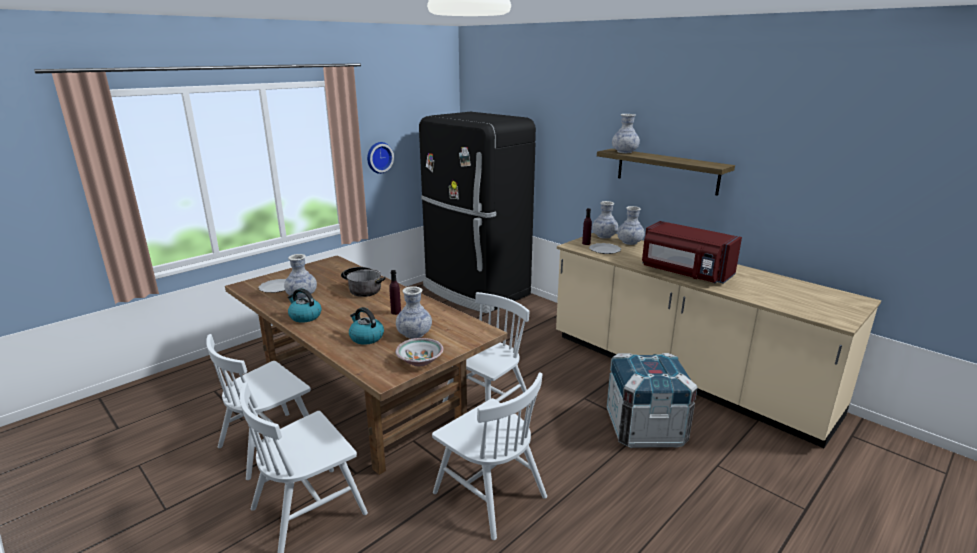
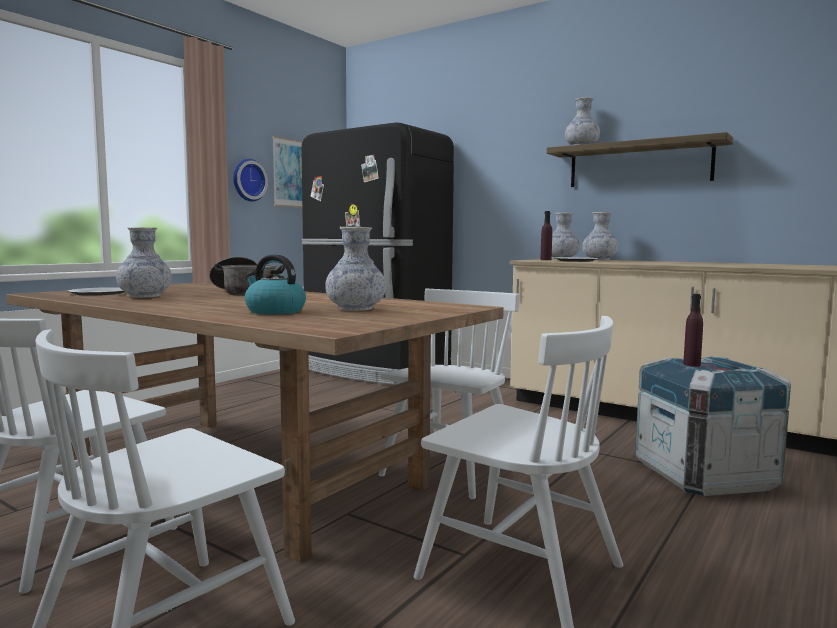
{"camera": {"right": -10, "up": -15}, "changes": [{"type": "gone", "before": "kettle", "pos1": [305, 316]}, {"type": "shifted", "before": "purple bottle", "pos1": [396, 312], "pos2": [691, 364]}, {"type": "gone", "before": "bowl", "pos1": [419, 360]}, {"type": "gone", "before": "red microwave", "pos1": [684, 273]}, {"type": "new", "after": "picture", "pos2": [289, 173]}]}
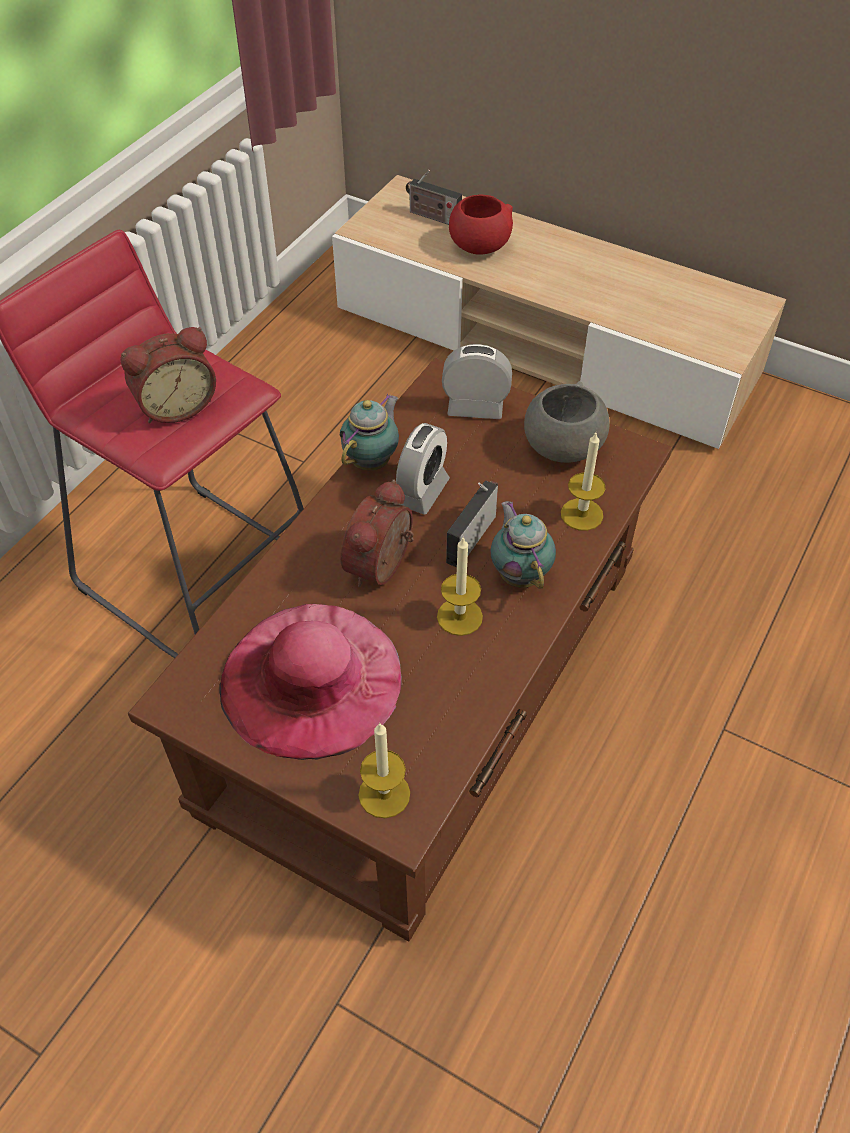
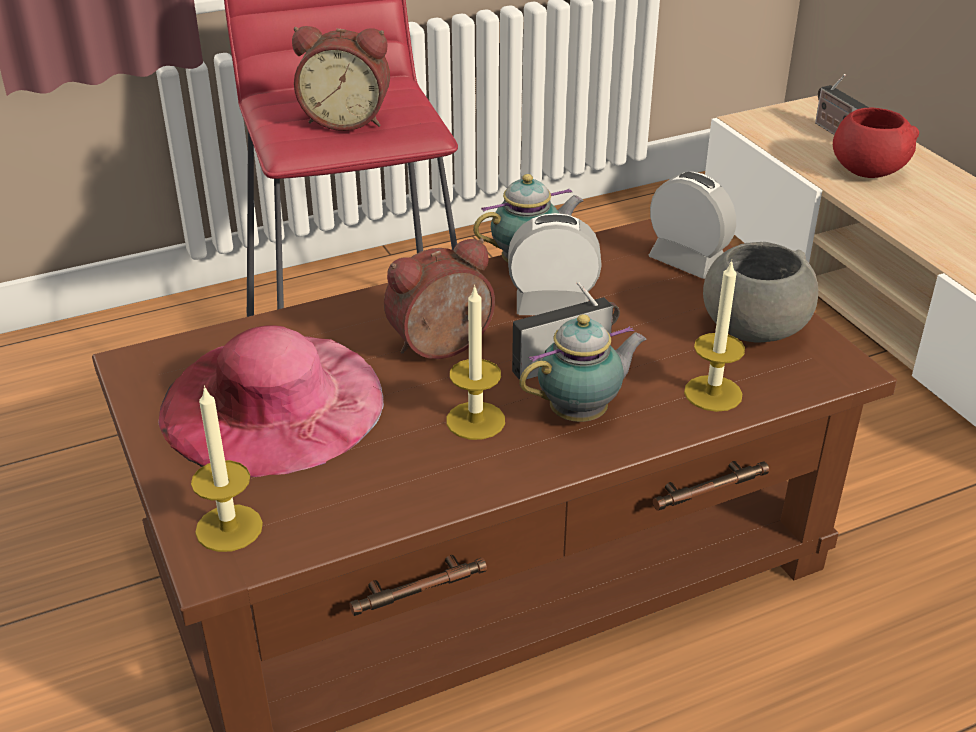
{"camera": {"right": 35, "up": -15}, "changes": [{"type": "rotated", "before": "alarm clock", "pos1": [422, 491], "pos2": [552, 306], "turn": -150}, {"type": "rotated", "before": "teapot", "pos1": [519, 573], "pos2": [582, 413], "turn": 45}]}
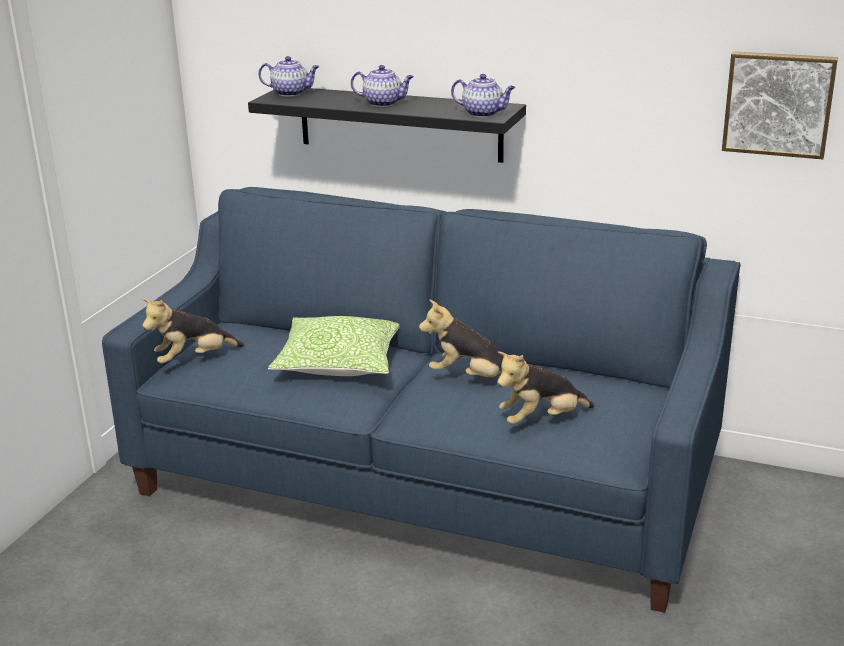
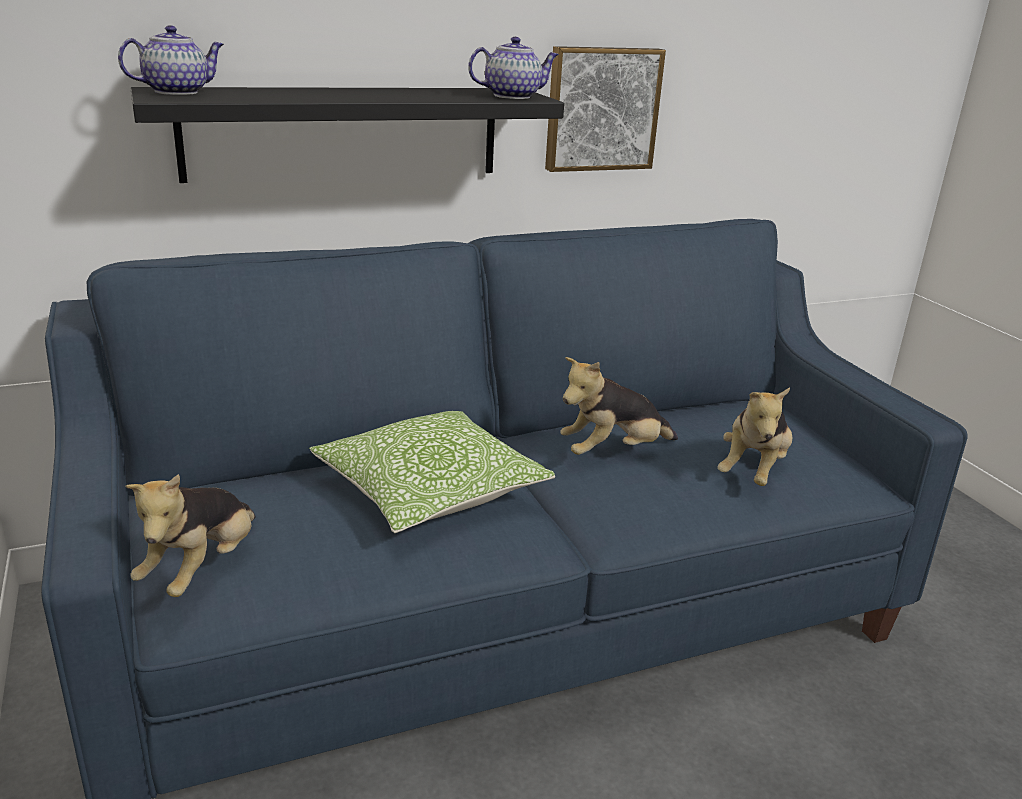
{"camera": {"right": -45, "up": 0}, "changes": [{"type": "gone", "before": "teapot", "pos1": [383, 103]}, {"type": "shifted", "before": "picture", "pos1": [778, 103], "pos2": [601, 109]}]}
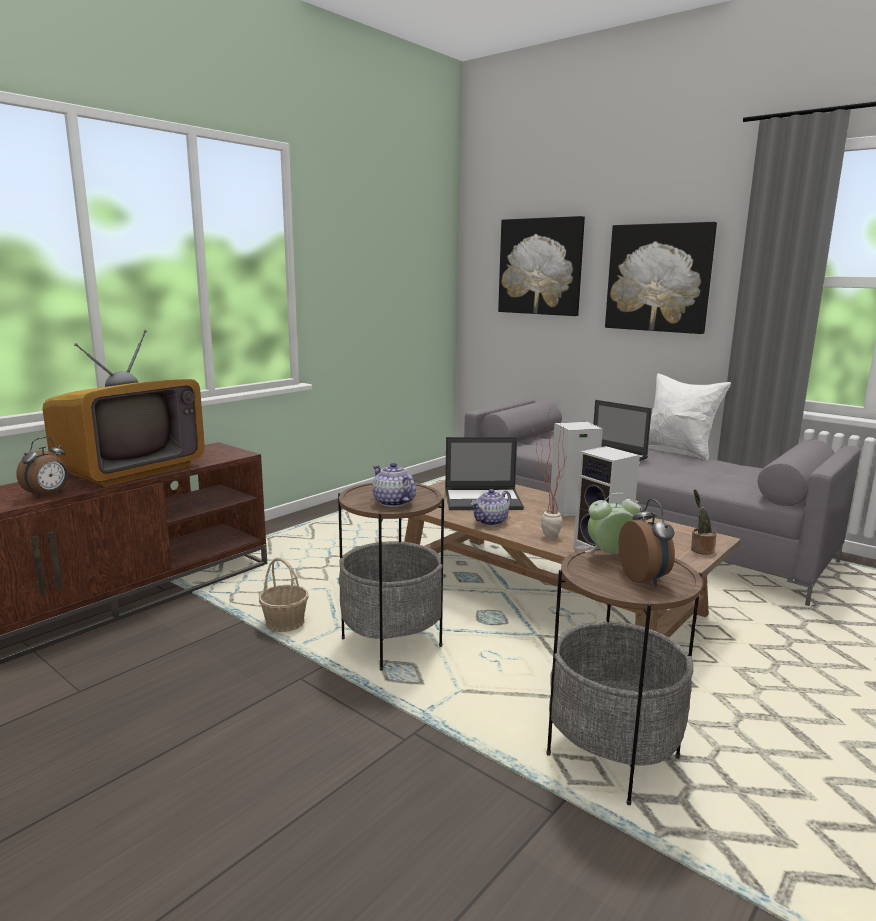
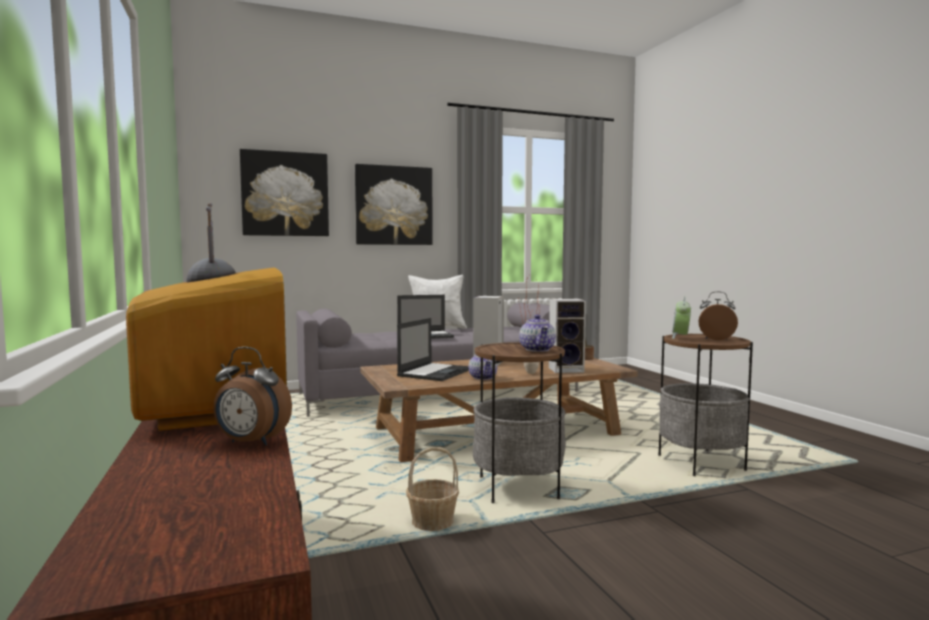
{"camera": {"right": -60, "up": -10}, "changes": [{"type": "rotated", "before": "alarm clock", "pos1": [48, 495], "pos2": [250, 443], "turn": 135}, {"type": "rotated", "before": "teapot", "pos1": [392, 502], "pos2": [538, 349], "turn": -90}]}
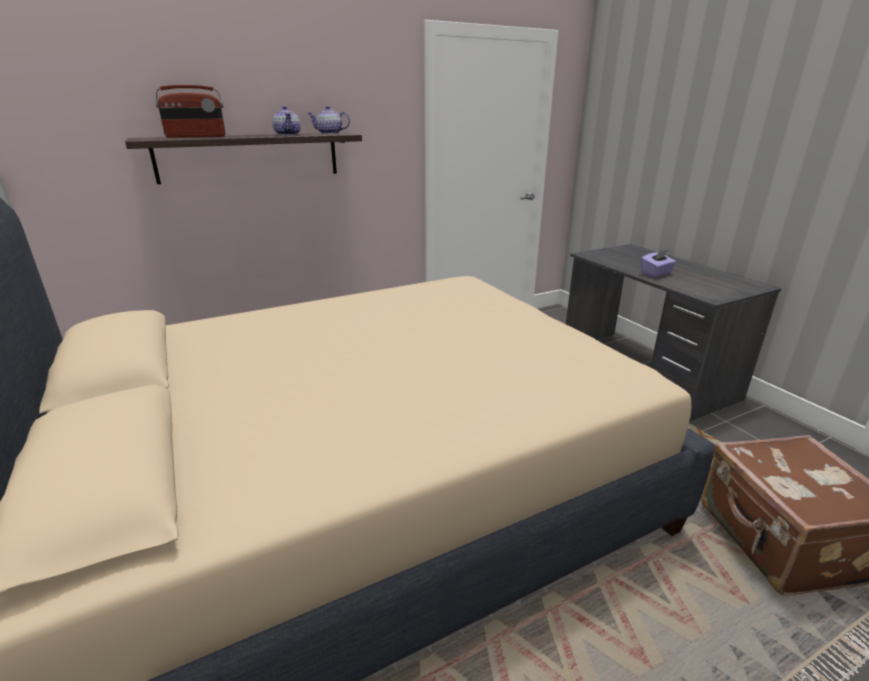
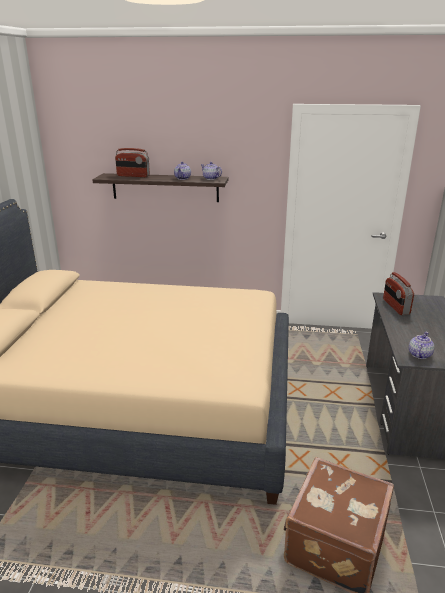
{"camera": {"right": 35, "up": 0}, "changes": [{"type": "gone", "before": "purple tissue box", "pos1": [656, 273]}, {"type": "new", "after": "radio", "pos2": [395, 307]}, {"type": "new", "after": "teapot", "pos2": [419, 355]}]}
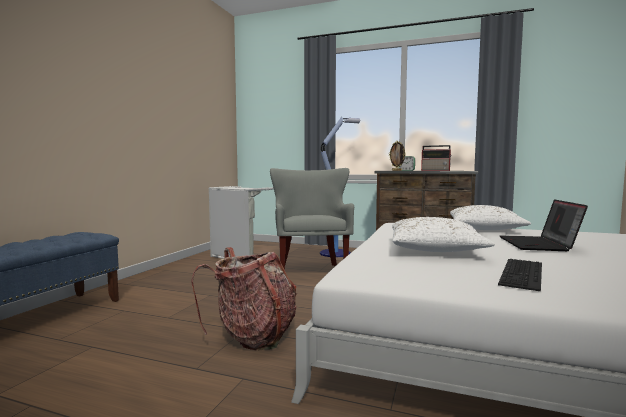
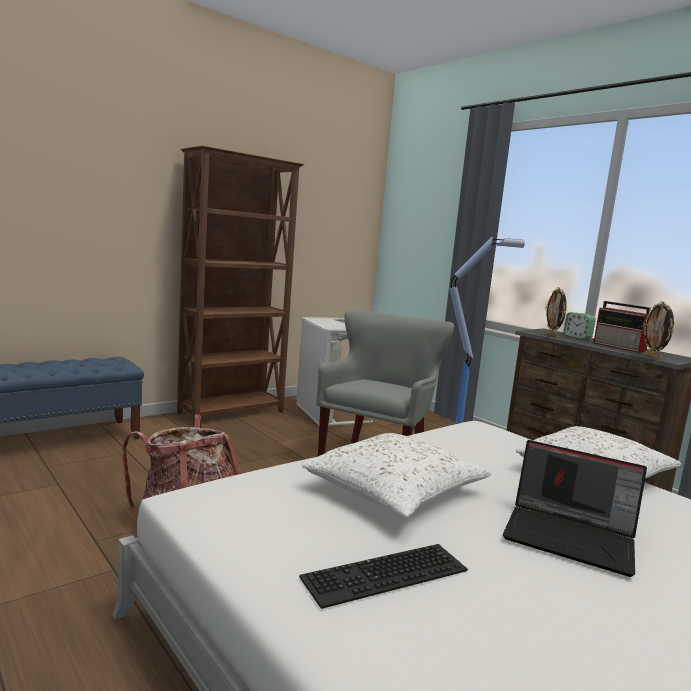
{"camera": {"right": 30, "up": 5}, "changes": [{"type": "rotated", "before": "laptop", "pos1": [539, 245], "pos2": [571, 537], "turn": -105}, {"type": "new", "after": "brown bookcase", "pos2": [232, 413]}, {"type": "new", "after": "picture frame", "pos2": [653, 357]}]}
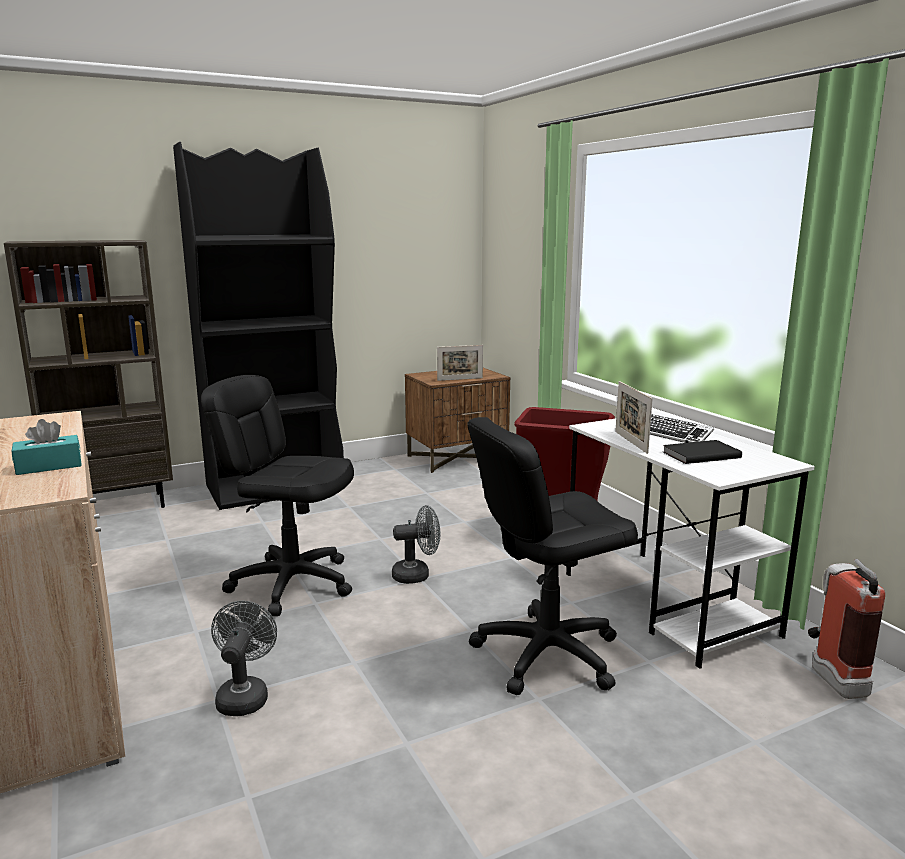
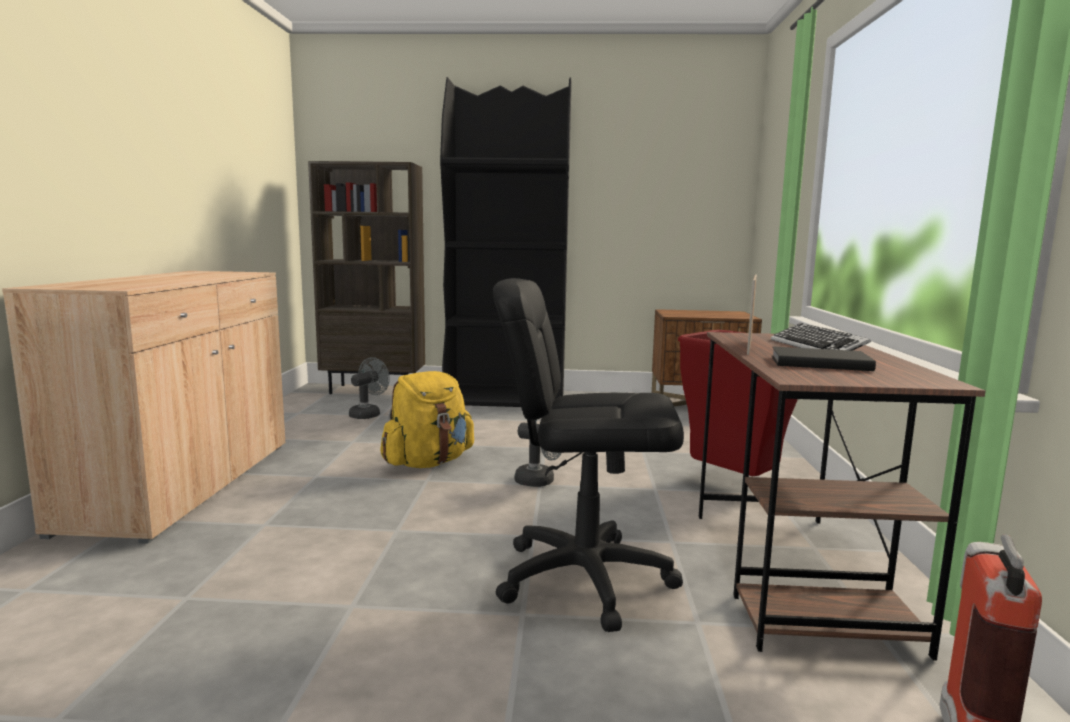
{"camera": {"right": 30, "up": -5}, "changes": [{"type": "gone", "before": "turquoise tissue box", "pos1": [49, 466]}, {"type": "swapped", "before": "black office chair", "after": "yellow backpack", "pos1": [292, 583], "pos2": [428, 462]}, {"type": "shifted", "before": "grey fan", "pos1": [244, 695], "pos2": [368, 414]}, {"type": "gone", "before": "picture frame", "pos1": [460, 379]}, {"type": "repainted", "before": "white desk", "after": "brown desk", "pos1": [668, 604], "pos2": [795, 575]}]}
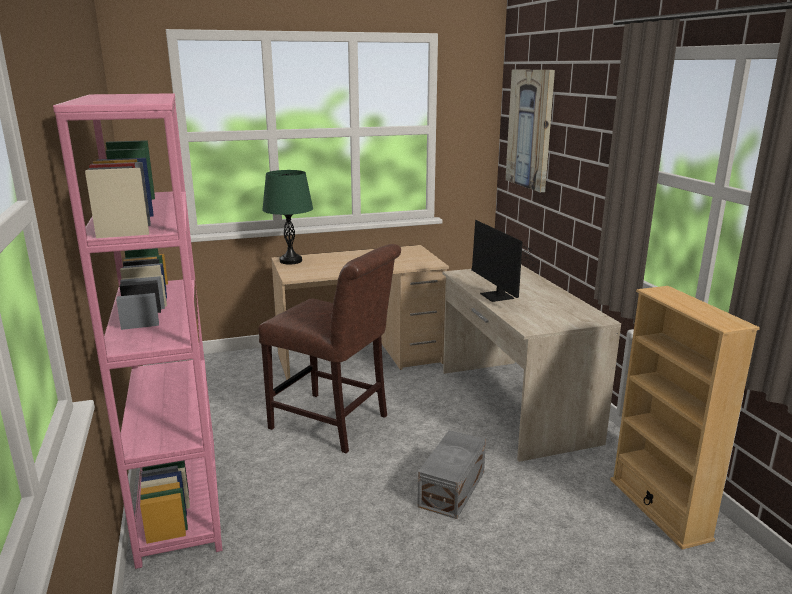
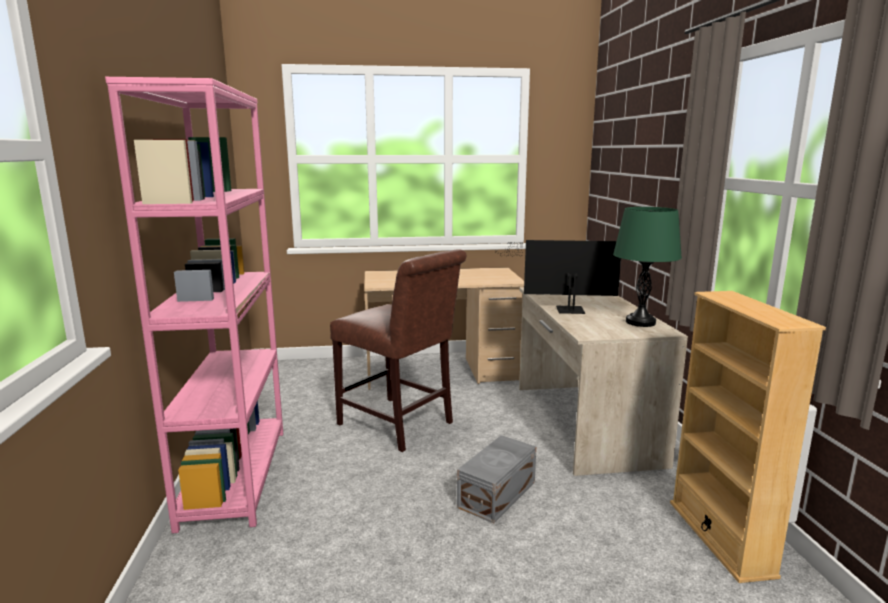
{"camera": {"right": 10, "up": -5}, "changes": [{"type": "shifted", "before": "green table lamp", "pos1": [290, 261], "pos2": [640, 322]}, {"type": "rotated", "before": "monitor", "pos1": [498, 298], "pos2": [565, 309], "turn": 105}, {"type": "gone", "before": "picture", "pos1": [530, 129]}]}
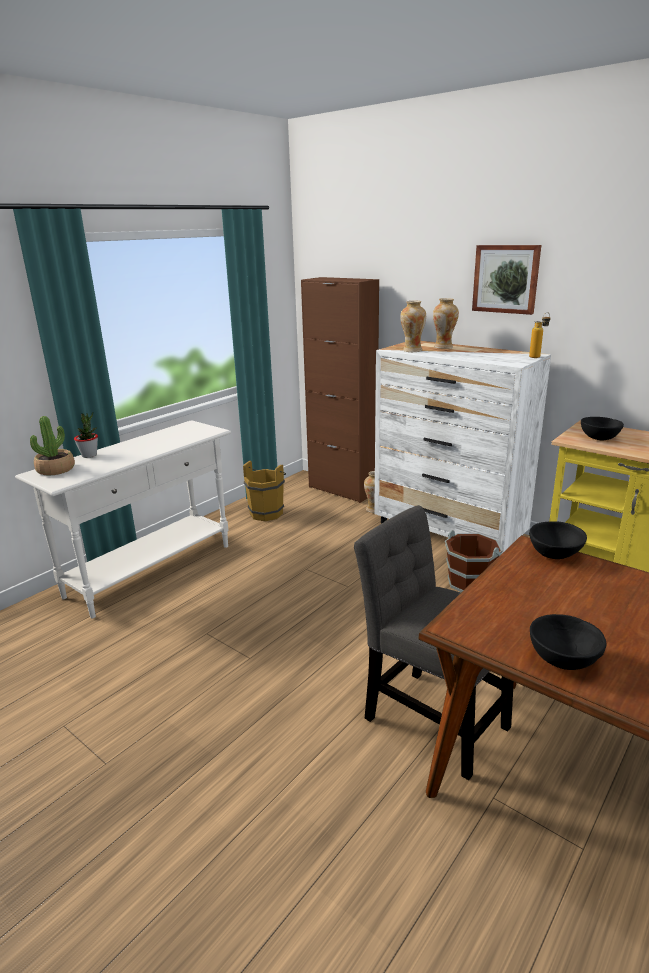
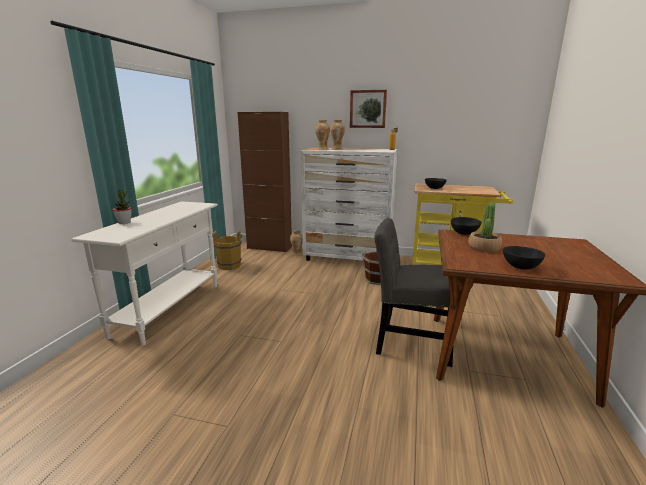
{"camera": {"right": -25, "up": -5}, "changes": [{"type": "shifted", "before": "potted plant", "pos1": [56, 469], "pos2": [483, 247]}]}
